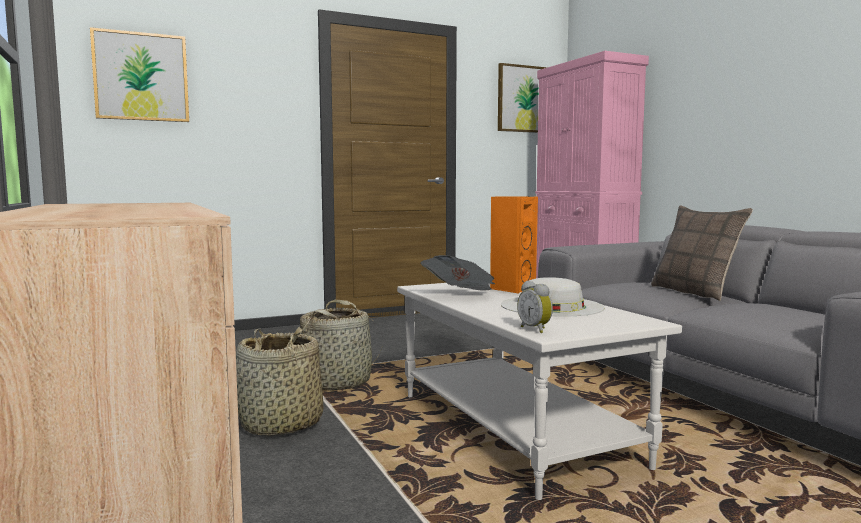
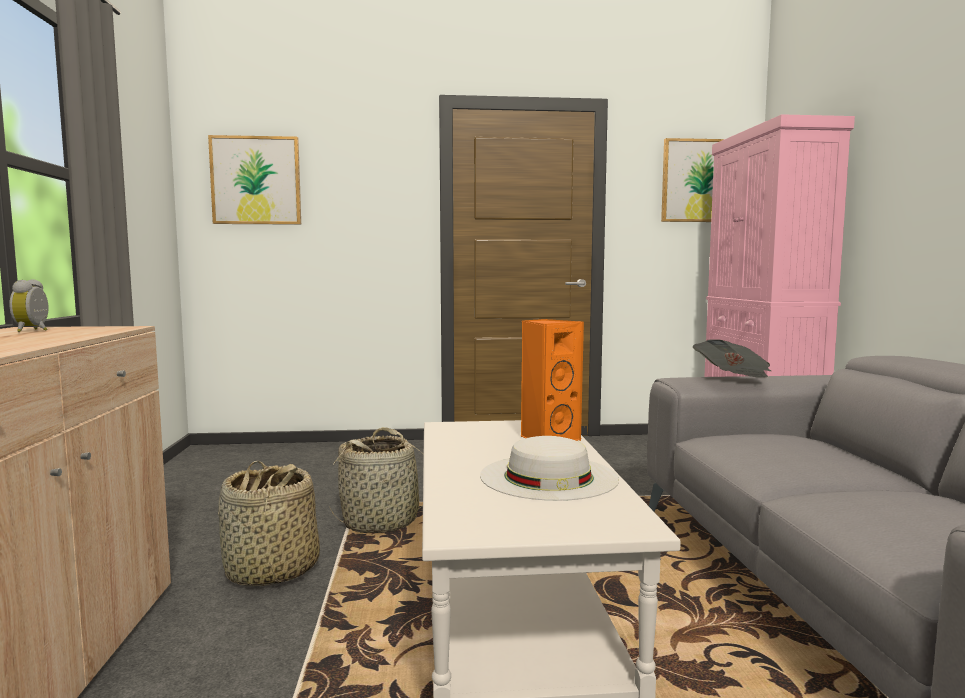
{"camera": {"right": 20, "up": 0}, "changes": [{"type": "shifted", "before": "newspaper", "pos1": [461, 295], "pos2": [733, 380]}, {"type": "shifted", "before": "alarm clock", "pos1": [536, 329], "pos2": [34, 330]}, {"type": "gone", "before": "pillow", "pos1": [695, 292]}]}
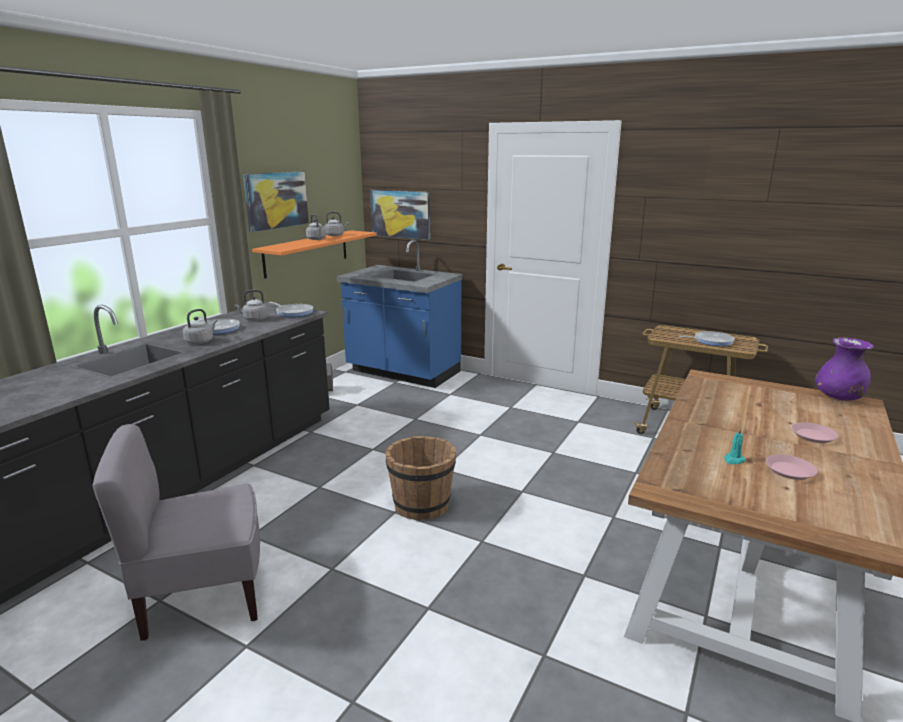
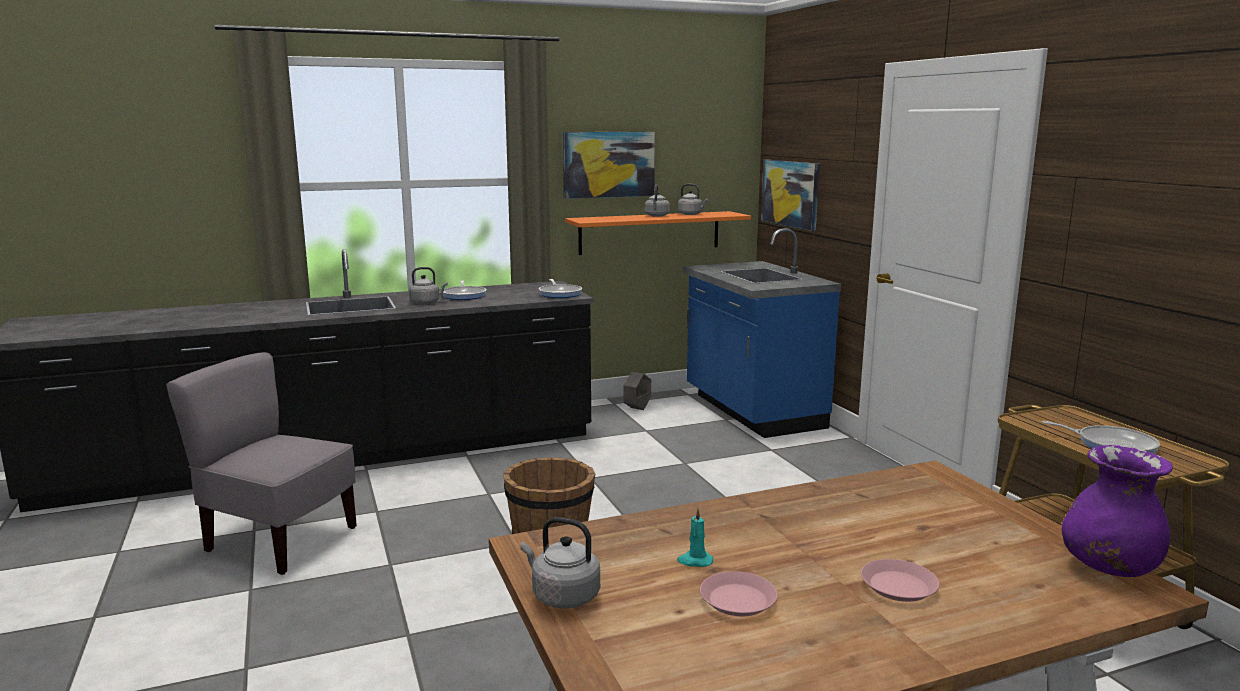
{"camera": {"right": 40, "up": -5}, "changes": [{"type": "shifted", "before": "grey kettle", "pos1": [254, 319], "pos2": [562, 596]}]}
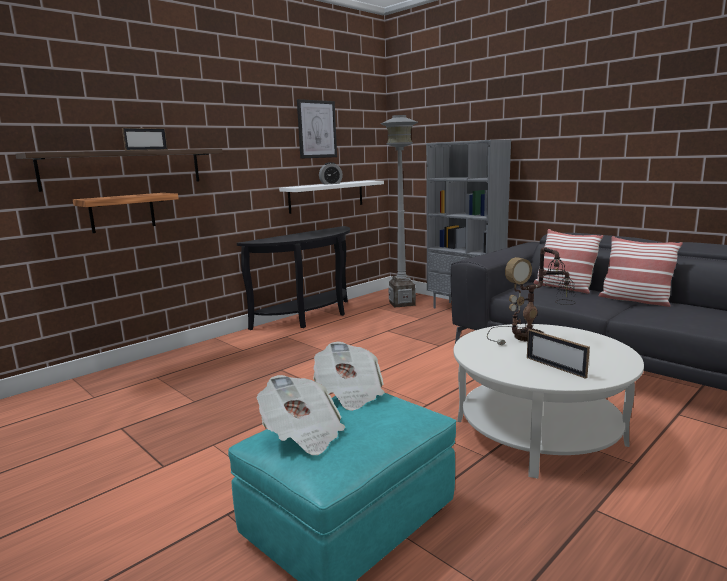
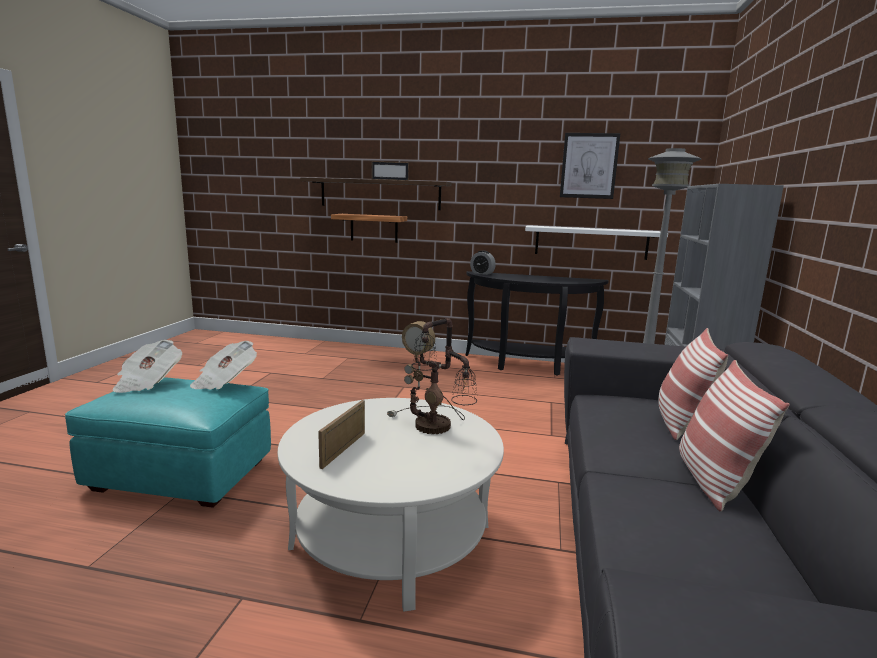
{"camera": {"right": 55, "up": 0}, "changes": [{"type": "shifted", "before": "alarm clock", "pos1": [331, 183], "pos2": [482, 273]}]}
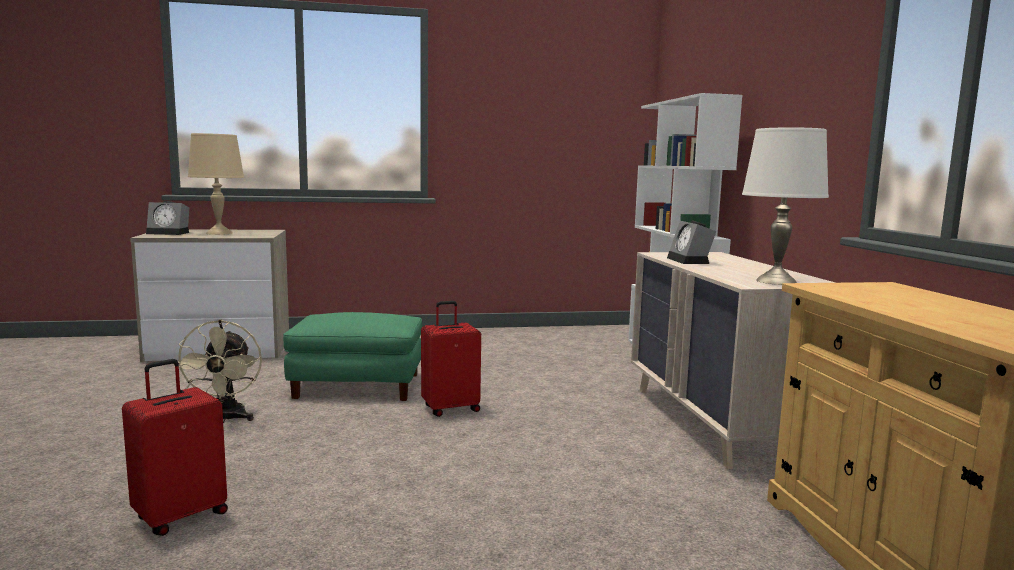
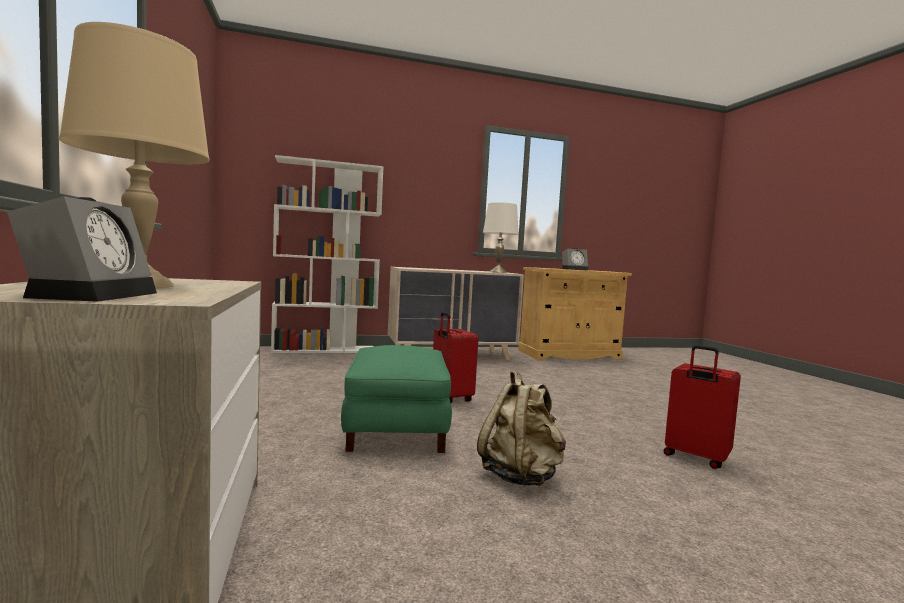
{"camera": {"right": -95, "up": -5}, "changes": [{"type": "swapped", "before": "beige fan", "after": "beige backpack", "pos1": [225, 419], "pos2": [521, 476]}, {"type": "shifted", "before": "alarm clock", "pos1": [690, 261], "pos2": [575, 269]}]}
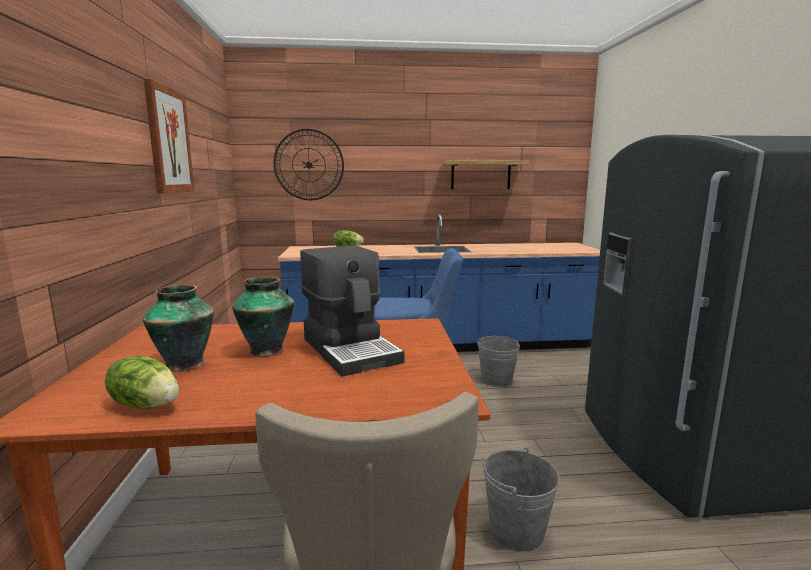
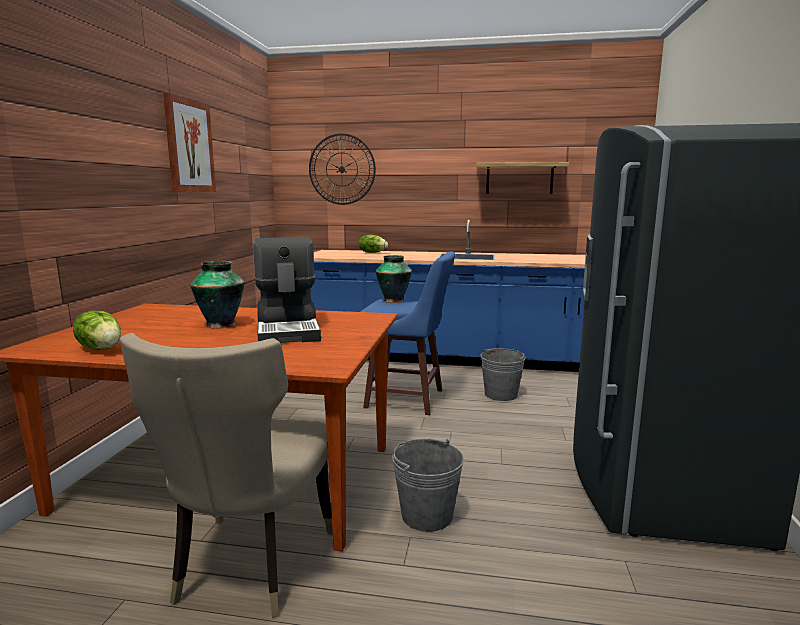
{"camera": {"right": 15, "up": 0}, "changes": [{"type": "shifted", "before": "vase", "pos1": [186, 364], "pos2": [394, 300]}]}
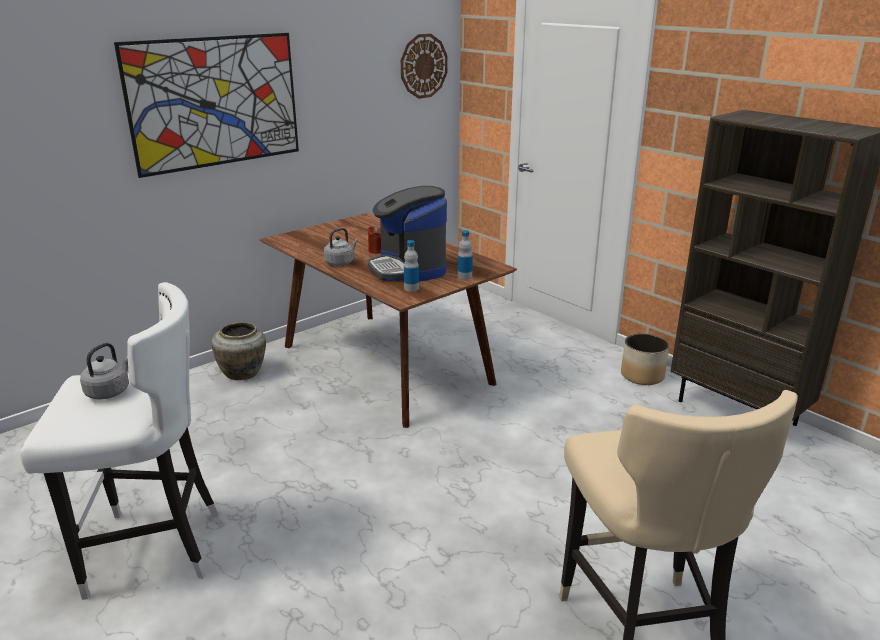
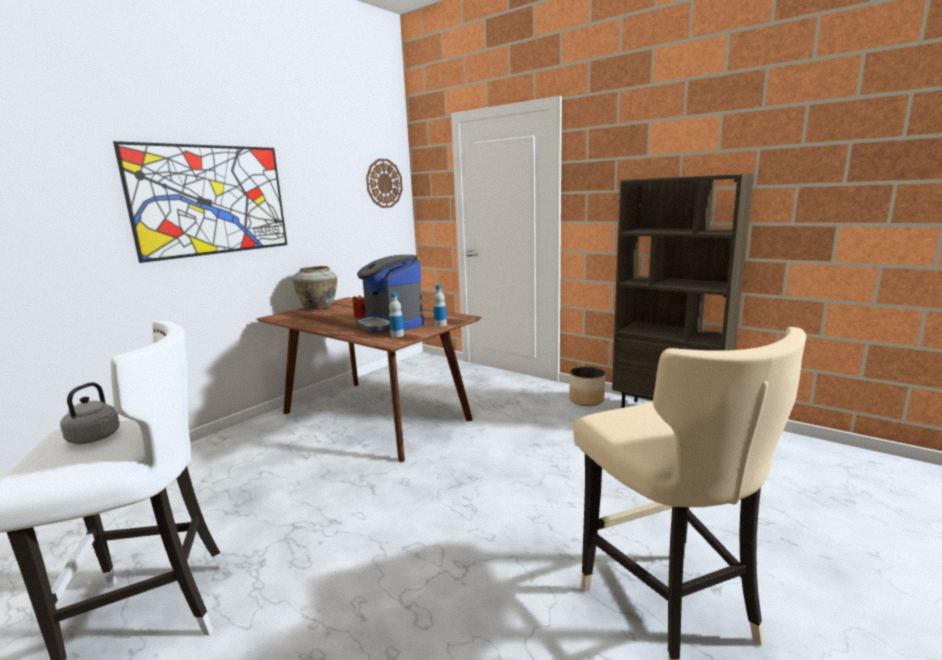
{"camera": {"right": -10, "up": -10}, "changes": [{"type": "shifted", "before": "beige vase", "pos1": [243, 373], "pos2": [319, 307]}, {"type": "gone", "before": "grey kettle", "pos1": [340, 262]}]}
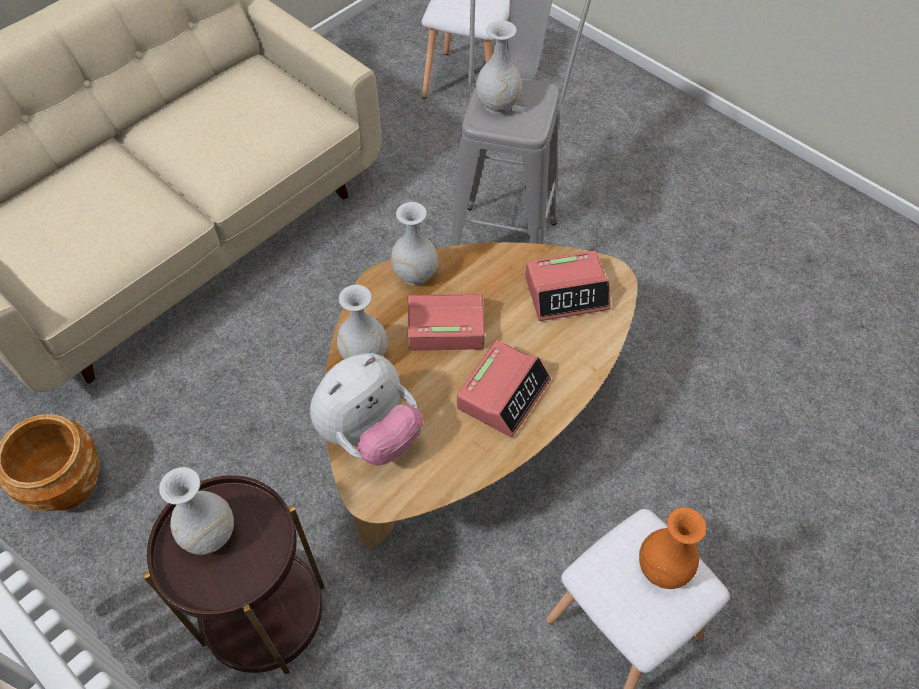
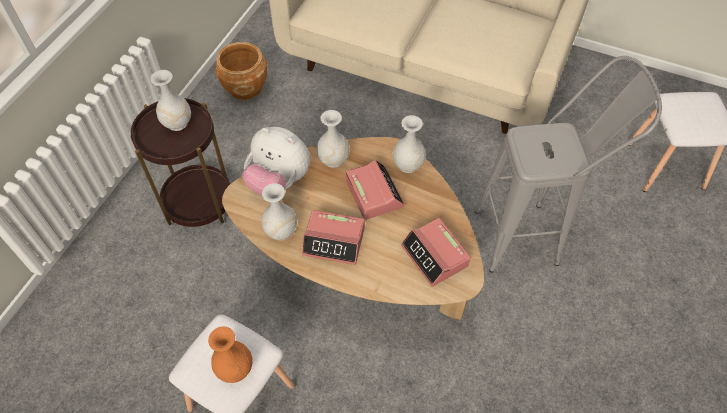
{"camera": {"right": 70, "up": 0}, "changes": [{"type": "shifted", "before": "white vase", "pos1": [498, 105], "pos2": [281, 231]}]}
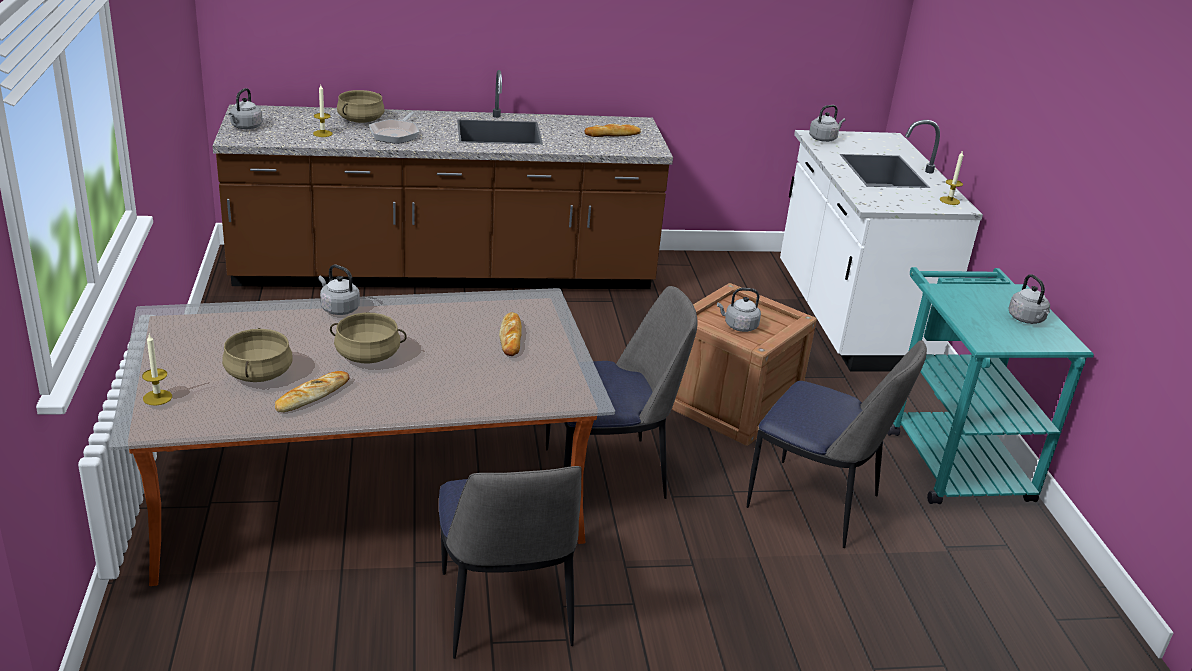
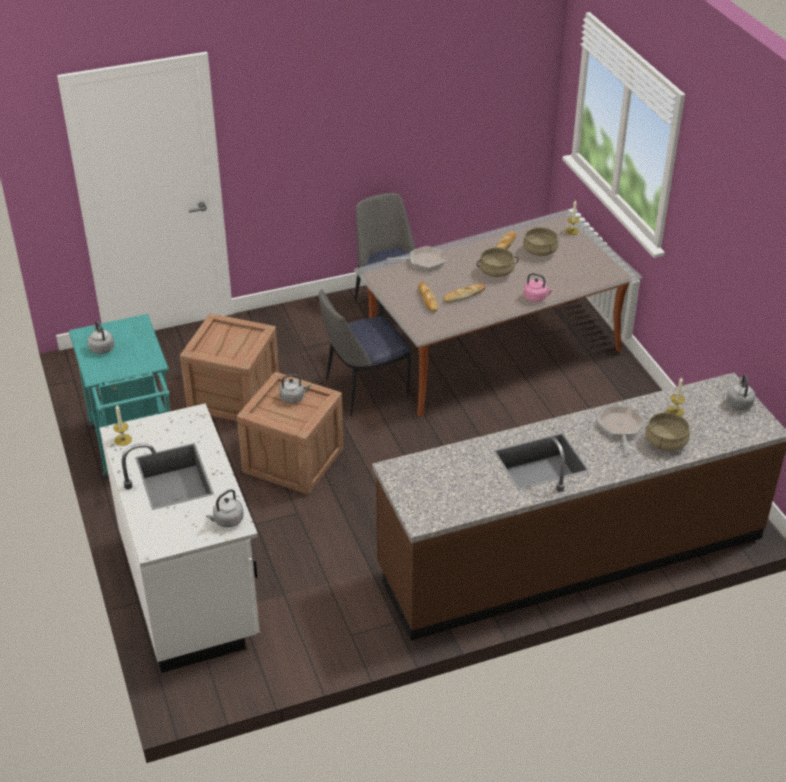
{"camera": {"right": 170, "up": 10}, "changes": [{"type": "repainted", "before": "grey kettle", "after": "pink kettle", "pos1": [338, 308], "pos2": [536, 297]}, {"type": "shifted", "before": "bread", "pos1": [612, 134], "pos2": [463, 295]}, {"type": "swapped", "before": "chair", "after": "crate", "pos1": [816, 504], "pos2": [234, 396]}, {"type": "new", "after": "frying pan", "pos2": [424, 261]}]}
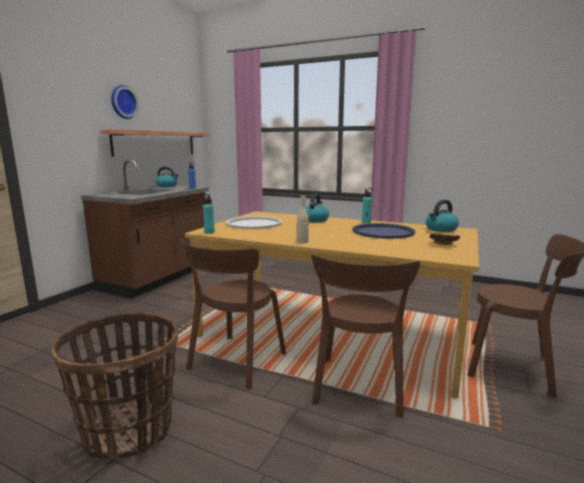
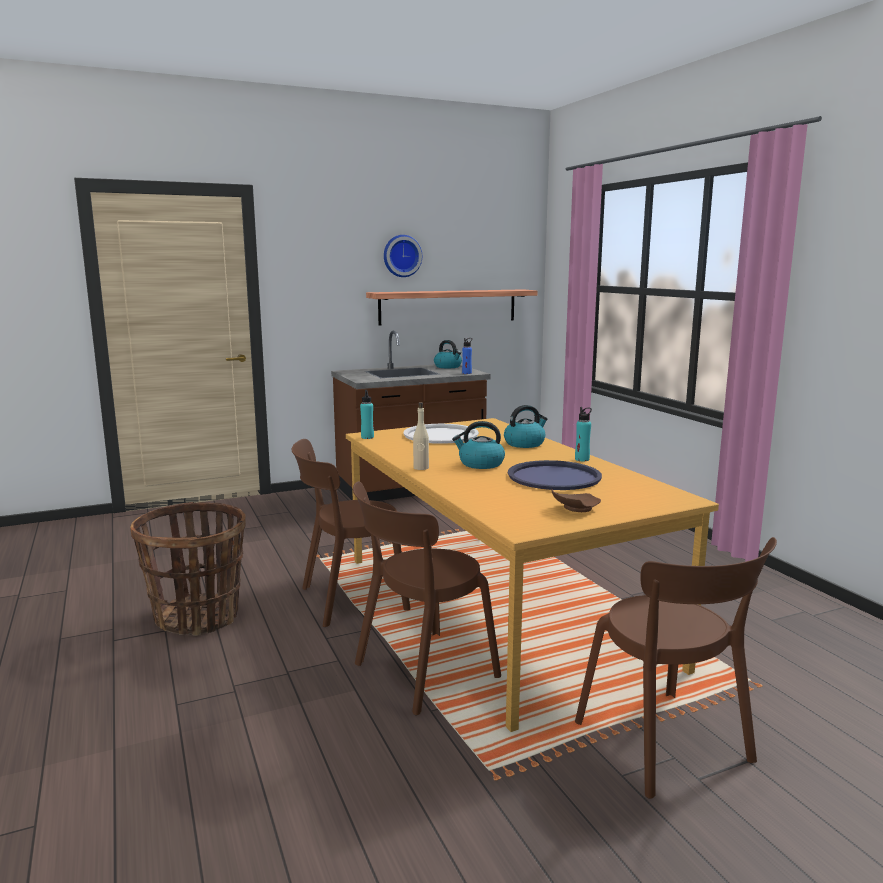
{"camera": {"right": 40, "up": 0}, "changes": [{"type": "shifted", "before": "kettle", "pos1": [441, 229], "pos2": [480, 464]}]}
